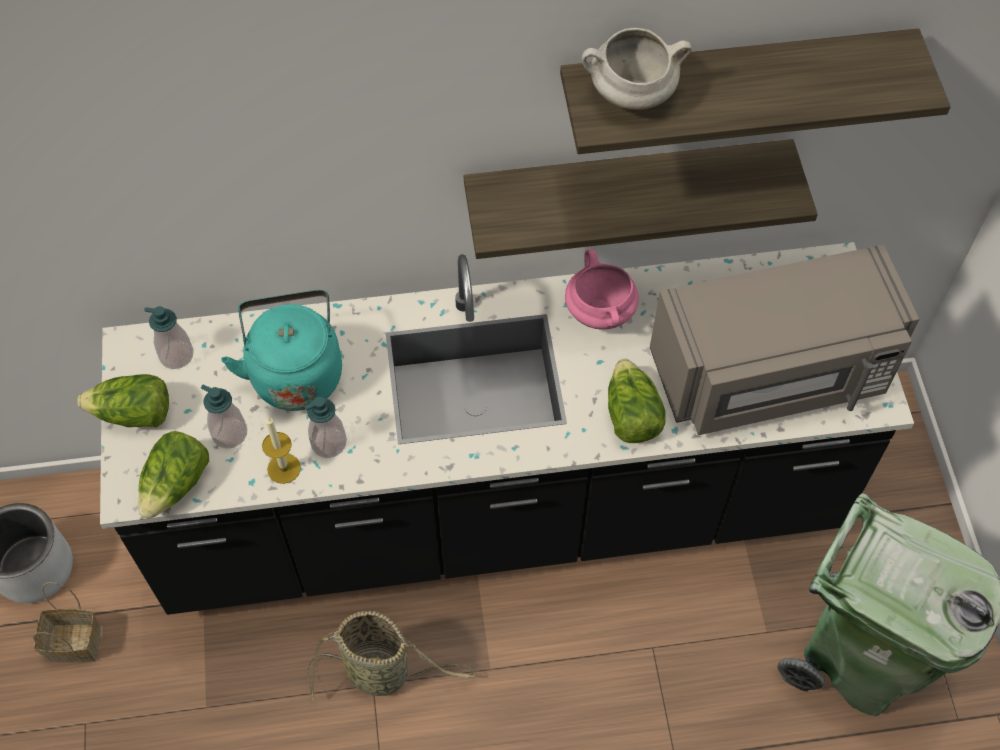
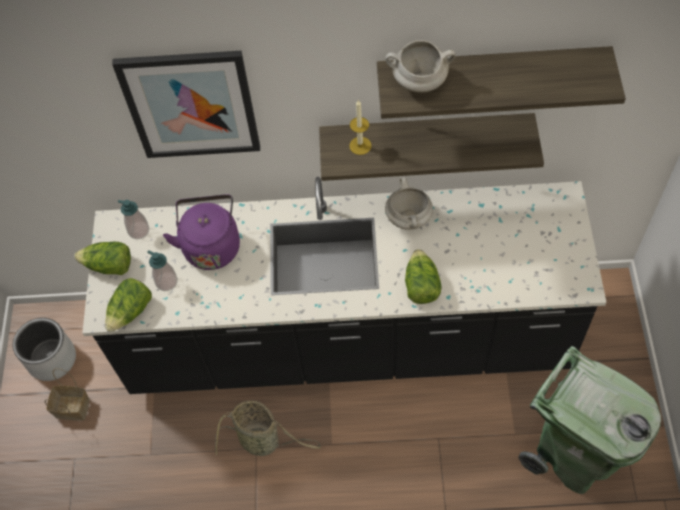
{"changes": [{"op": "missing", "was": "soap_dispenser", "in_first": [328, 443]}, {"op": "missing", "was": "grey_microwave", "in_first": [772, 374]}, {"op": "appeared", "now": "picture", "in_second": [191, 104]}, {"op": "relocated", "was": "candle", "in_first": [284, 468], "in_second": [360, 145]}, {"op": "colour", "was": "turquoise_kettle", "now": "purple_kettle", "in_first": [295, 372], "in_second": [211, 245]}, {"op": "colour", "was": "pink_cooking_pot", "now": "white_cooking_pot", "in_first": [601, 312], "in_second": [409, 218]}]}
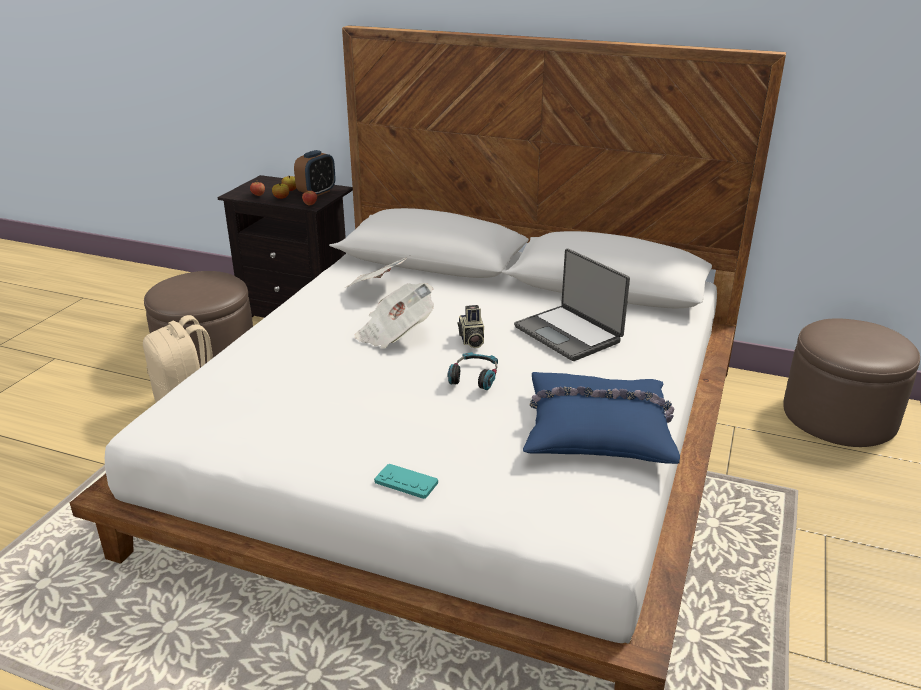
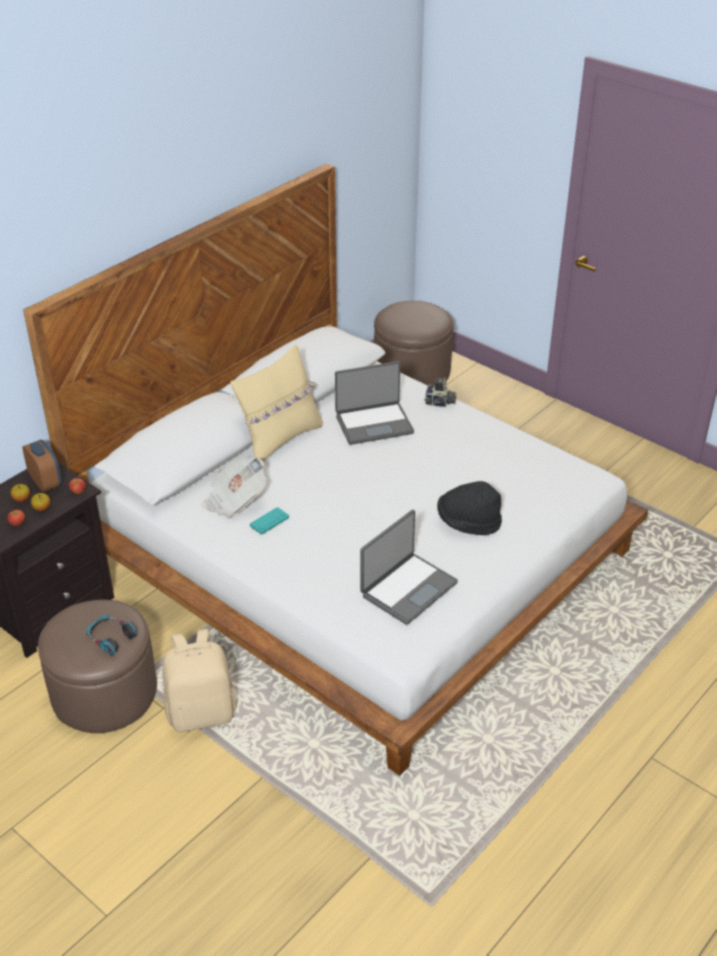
{"changes": [{"op": "missing", "was": "newspaper", "in_first": [395, 334]}, {"op": "missing", "was": "blue_pillow", "in_first": [598, 430]}, {"op": "appeared", "now": "beige_pillow", "in_second": [280, 439]}, {"op": "appeared", "now": "laptop", "in_second": [407, 588]}, {"op": "appeared", "now": "black_hat", "in_second": [468, 522]}, {"op": "relocated", "was": "turquoise_game_controller", "in_first": [406, 482], "in_second": [269, 521]}, {"op": "relocated", "was": "headphones", "in_first": [474, 377], "in_second": [111, 638]}, {"op": "relocated", "was": "photo_camera", "in_first": [471, 340], "in_second": [440, 403]}]}
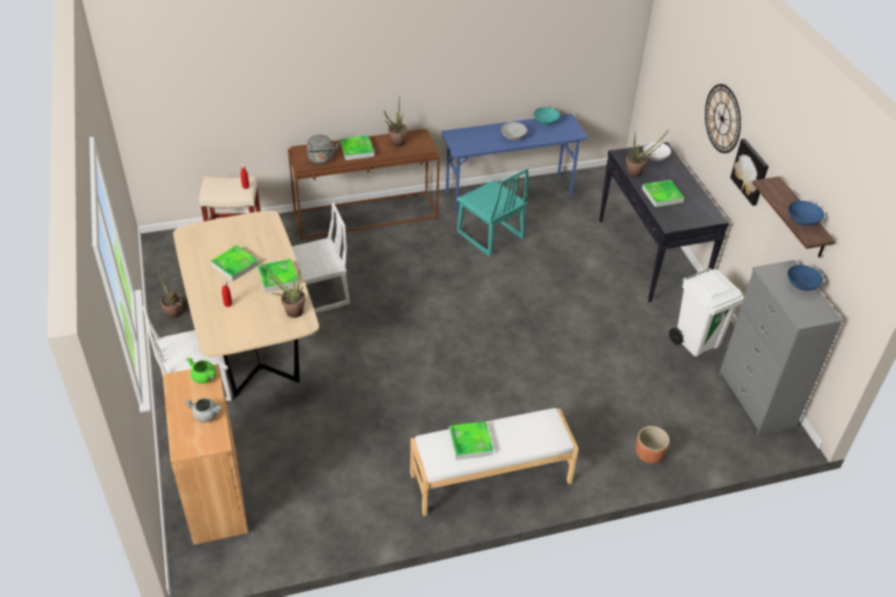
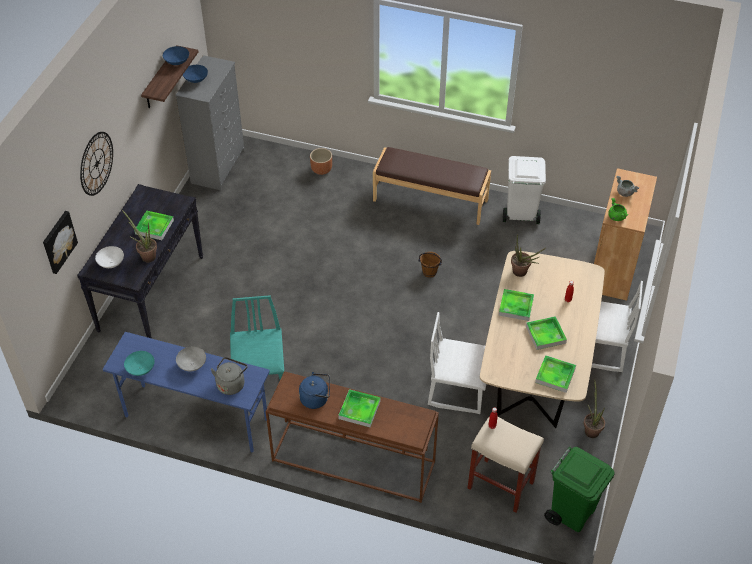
{"changes": [{"op": "appeared", "now": "brown_bucket", "in_second": [429, 272]}, {"op": "appeared", "now": "green_trash_can", "in_second": [572, 512]}, {"op": "relocated", "was": "grey_kettle", "in_first": [321, 159], "in_second": [231, 384]}, {"op": "relocated", "was": "tray", "in_first": [470, 442], "in_second": [555, 375]}, {"op": "relocated", "was": "white_trash_can", "in_first": [697, 342], "in_second": [520, 214]}, {"op": "relocated", "was": "picture", "in_first": [751, 171], "in_second": [58, 241]}, {"op": "exchanged", "was": "potted_plant", "now": "blue_kettle", "in_first": [396, 144], "in_second": [316, 399]}, {"op": "colour", "was": "white_bench", "now": "brown_bench", "in_first": [491, 479], "in_second": [430, 200]}]}
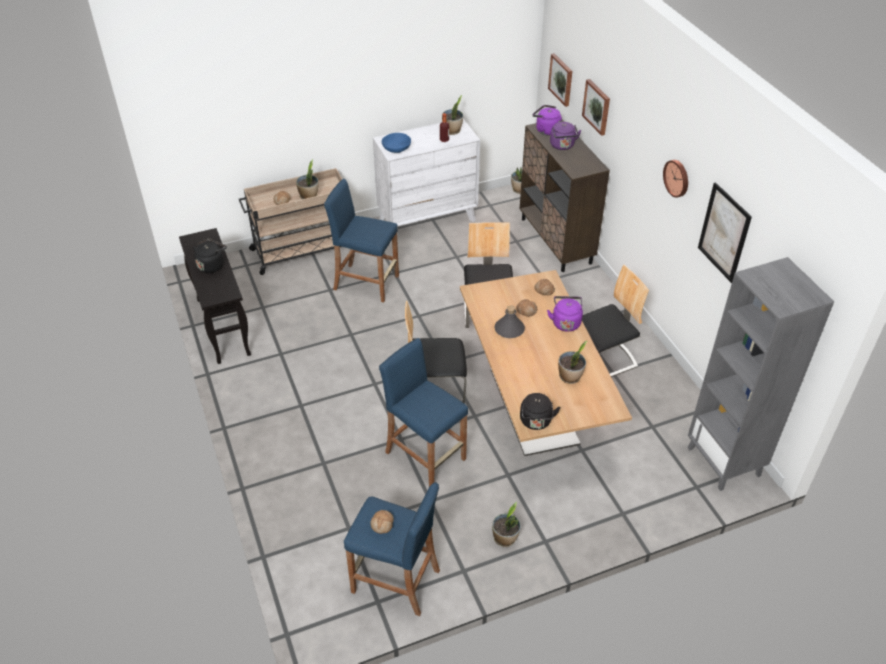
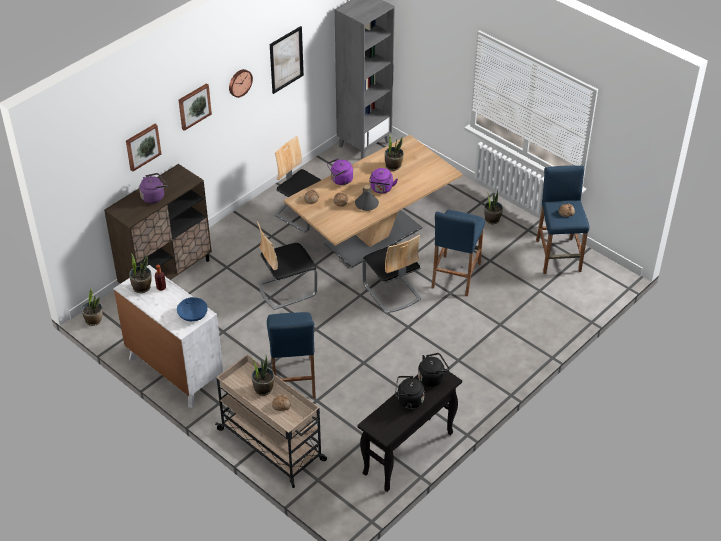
{"changes": [{"op": "relocated", "was": "black_kettle", "in_first": [536, 422], "in_second": [432, 378]}, {"op": "relocated", "was": "purple_kettle", "in_first": [546, 130], "in_second": [381, 189]}, {"op": "relocated", "was": "picture", "in_first": [561, 79], "in_second": [194, 106]}]}
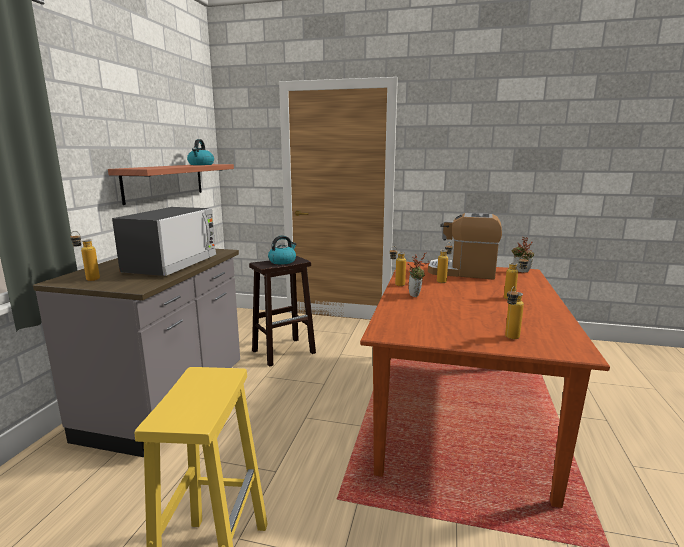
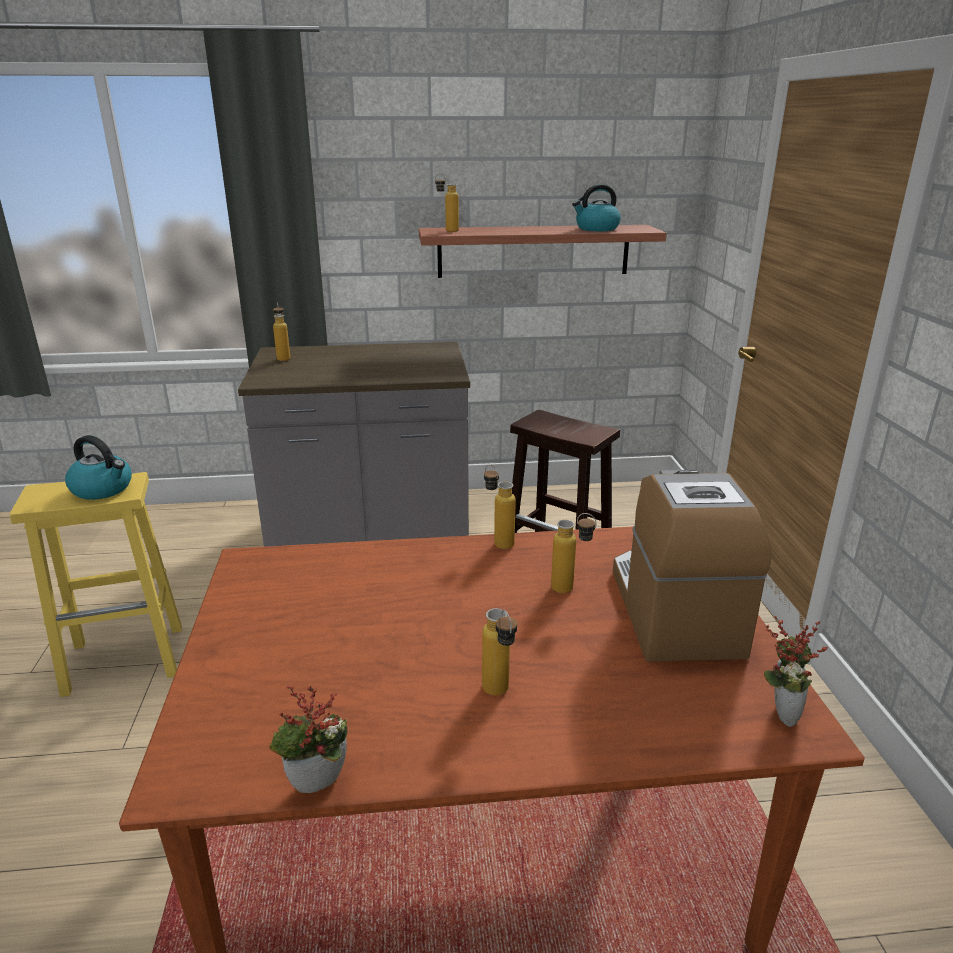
{"changes": [{"op": "missing", "was": "microwave", "in_first": [172, 264]}, {"op": "relocated", "was": "kettle", "in_first": [282, 261], "in_second": [103, 489]}, {"op": "relocated", "was": "potted_plant", "in_first": [416, 295], "in_second": [317, 789]}, {"op": "relocated", "was": "bottle", "in_first": [510, 339], "in_second": [447, 231]}]}
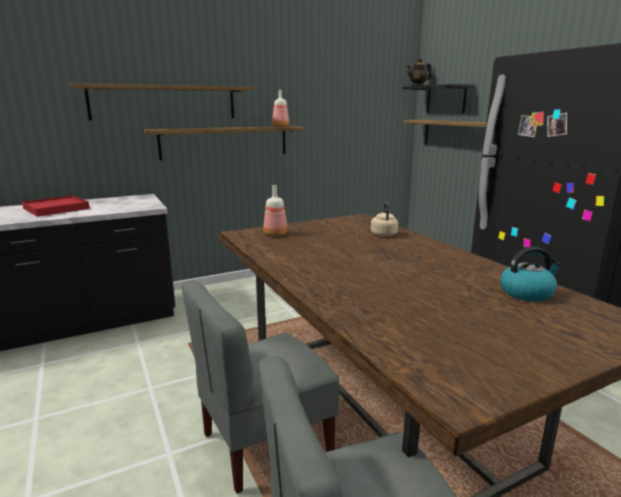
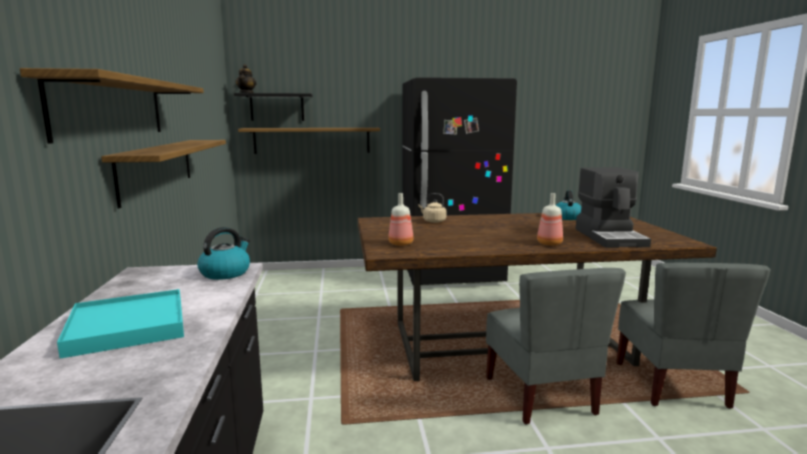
{"changes": [{"op": "appeared", "now": "kettle", "in_second": [225, 273]}, {"op": "appeared", "now": "coffee_machine", "in_second": [610, 237]}, {"op": "relocated", "was": "bottle", "in_first": [280, 126], "in_second": [549, 244]}, {"op": "colour", "was": "red_tray", "now": "turquoise_tray", "in_first": [56, 208], "in_second": [128, 326]}]}
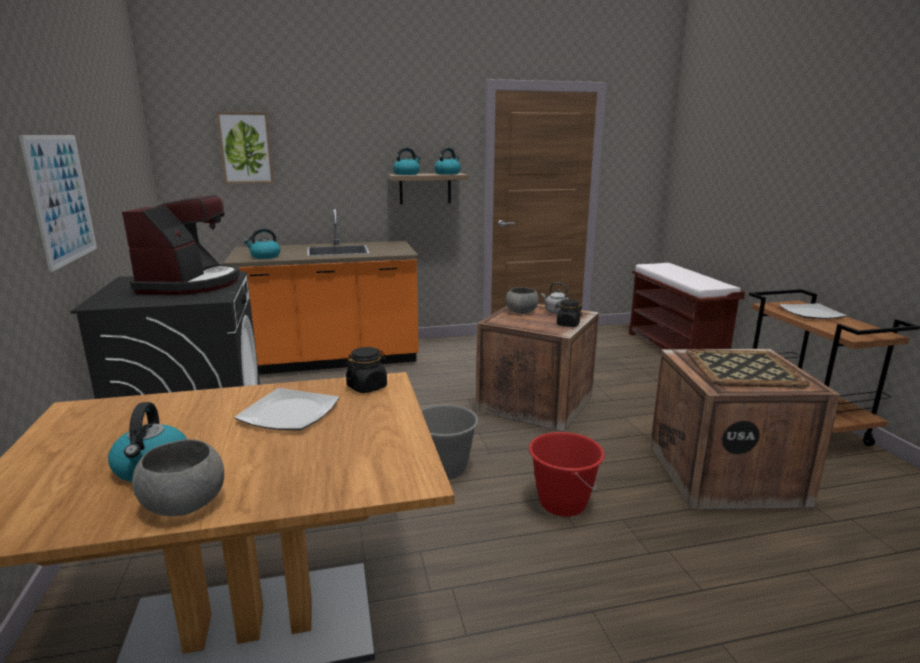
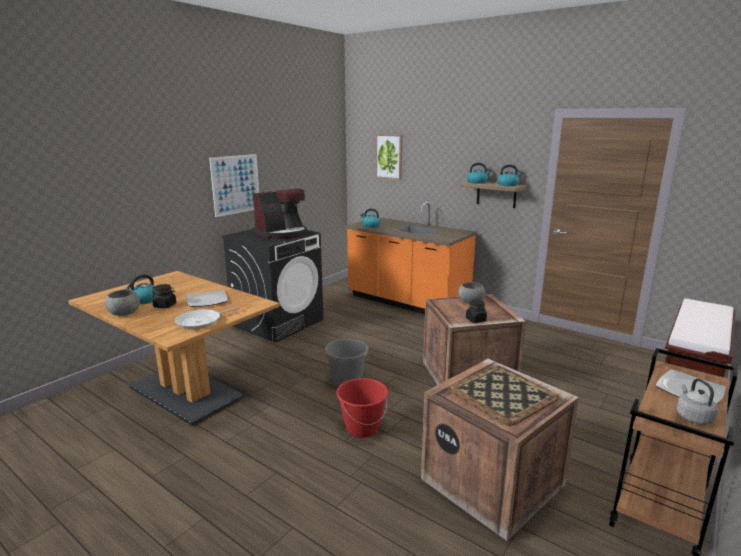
{"changes": [{"op": "appeared", "now": "frying_pan", "in_second": [201, 322]}, {"op": "relocated", "was": "black_jar", "in_first": [367, 387], "in_second": [165, 305]}, {"op": "relocated", "was": "grey_kettle", "in_first": [555, 312], "in_second": [692, 416]}]}
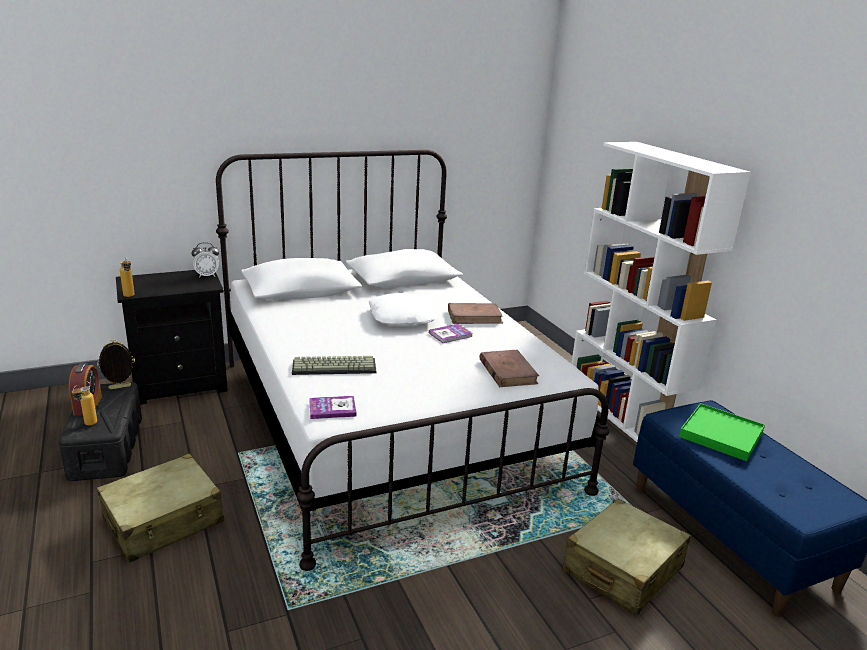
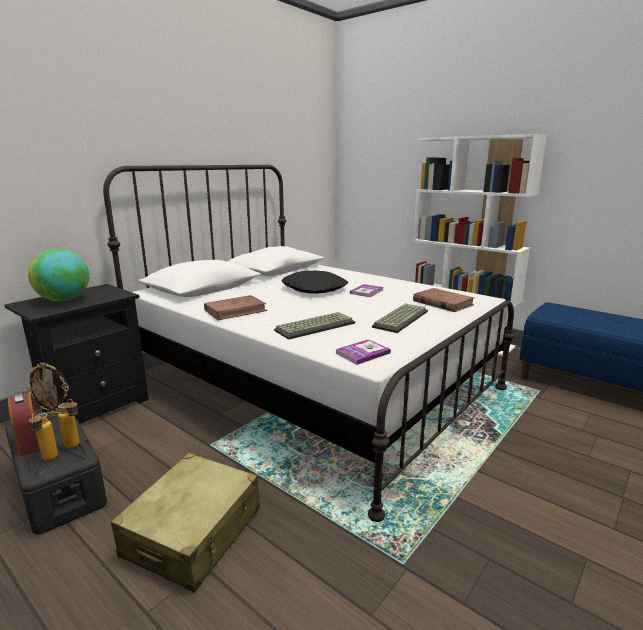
{"changes": [{"op": "missing", "was": "alarm_clock", "in_first": [207, 275]}, {"op": "missing", "was": "beige_suitcase", "in_first": [622, 569]}, {"op": "missing", "was": "green_tray", "in_first": [721, 434]}, {"op": "appeared", "now": "globe", "in_second": [64, 300]}, {"op": "appeared", "now": "keyboard", "in_second": [400, 318]}, {"op": "relocated", "was": "bottle", "in_first": [130, 296], "in_second": [75, 446]}, {"op": "relocated", "was": "brown_book", "in_first": [474, 316], "in_second": [235, 310]}, {"op": "colour", "was": "white_pillow", "now": "black_pillow", "in_first": [402, 317], "in_second": [314, 289]}, {"op": "spun", "was": "picture_frame", "in_first": [119, 388], "in_second": [54, 416], "clockwise": -135}]}
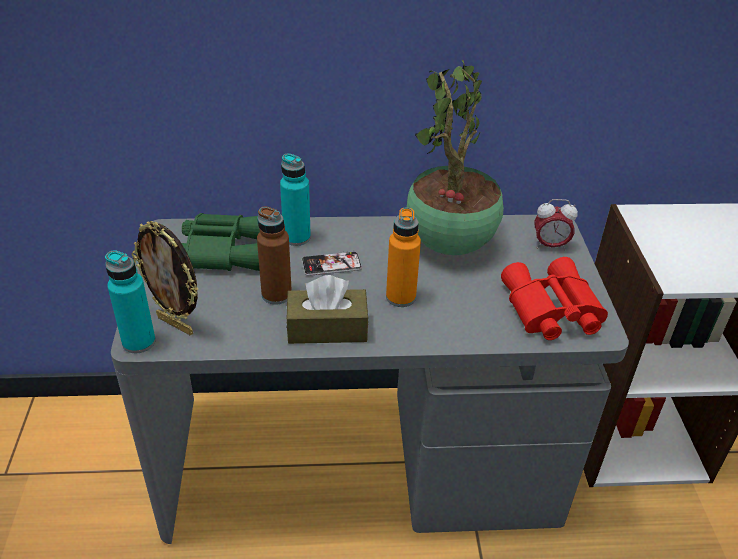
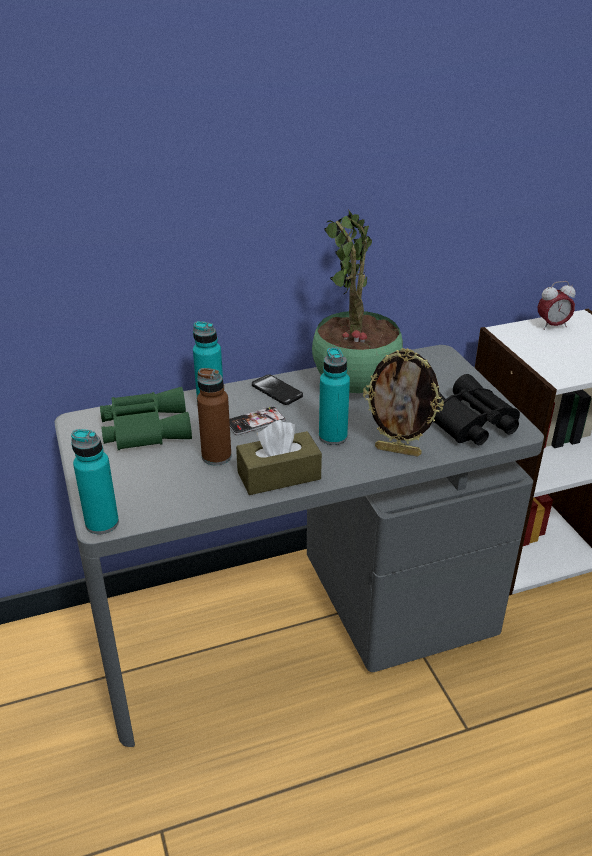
{"changes": [{"op": "appeared", "now": "phone", "in_second": [277, 391]}, {"op": "relocated", "was": "picture_frame", "in_first": [176, 324], "in_second": [398, 451]}, {"op": "relocated", "was": "alarm_clock", "in_first": [550, 246], "in_second": [552, 326]}, {"op": "colour", "was": "orange_bottle", "now": "turquoise_bottle", "in_first": [400, 297], "in_second": [333, 437]}, {"op": "colour", "was": "red_binoculars", "now": "black_binoculars", "in_first": [550, 310], "in_second": [467, 422]}]}
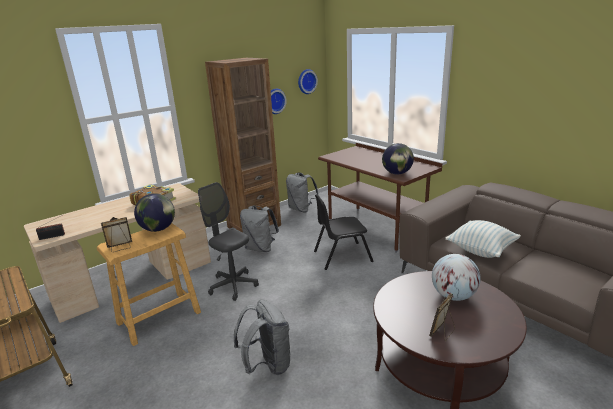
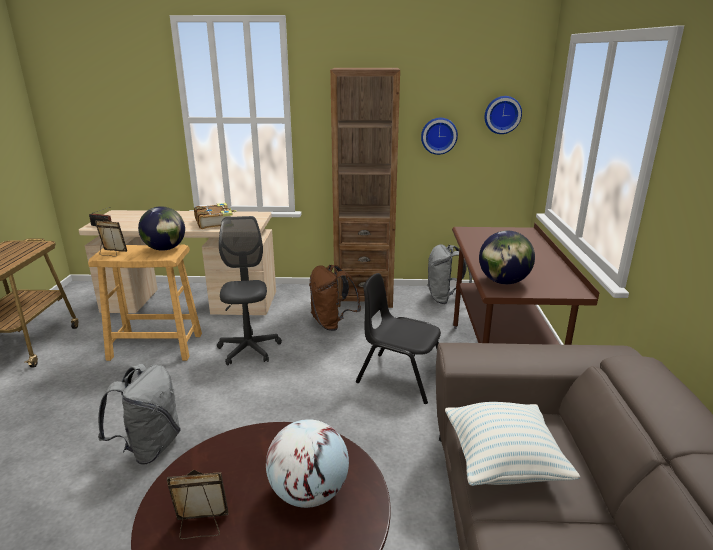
{"changes": [{"op": "colour", "was": "grey_backpack", "now": "brown_backpack", "in_first": [260, 248], "in_second": [332, 323]}]}
